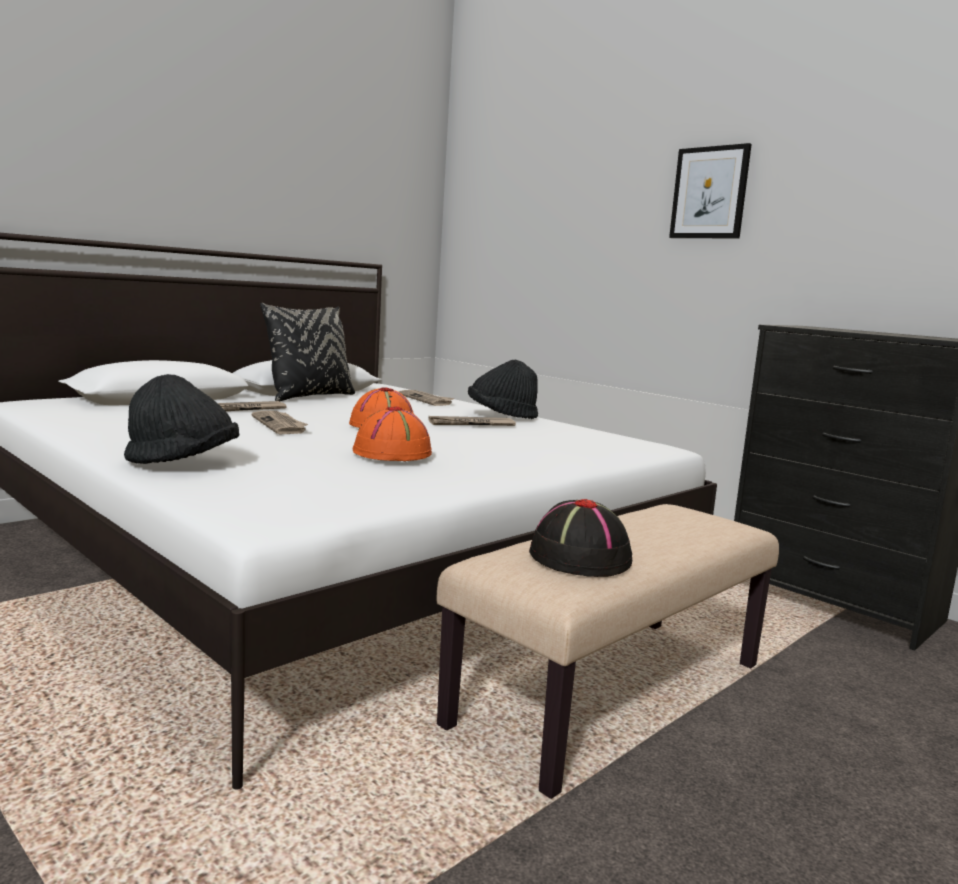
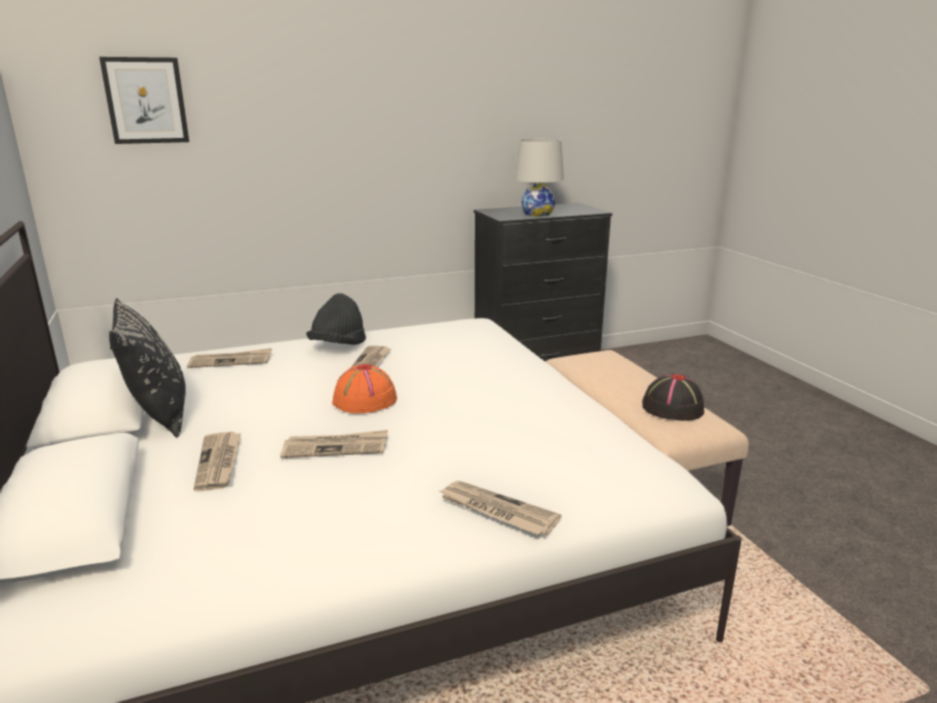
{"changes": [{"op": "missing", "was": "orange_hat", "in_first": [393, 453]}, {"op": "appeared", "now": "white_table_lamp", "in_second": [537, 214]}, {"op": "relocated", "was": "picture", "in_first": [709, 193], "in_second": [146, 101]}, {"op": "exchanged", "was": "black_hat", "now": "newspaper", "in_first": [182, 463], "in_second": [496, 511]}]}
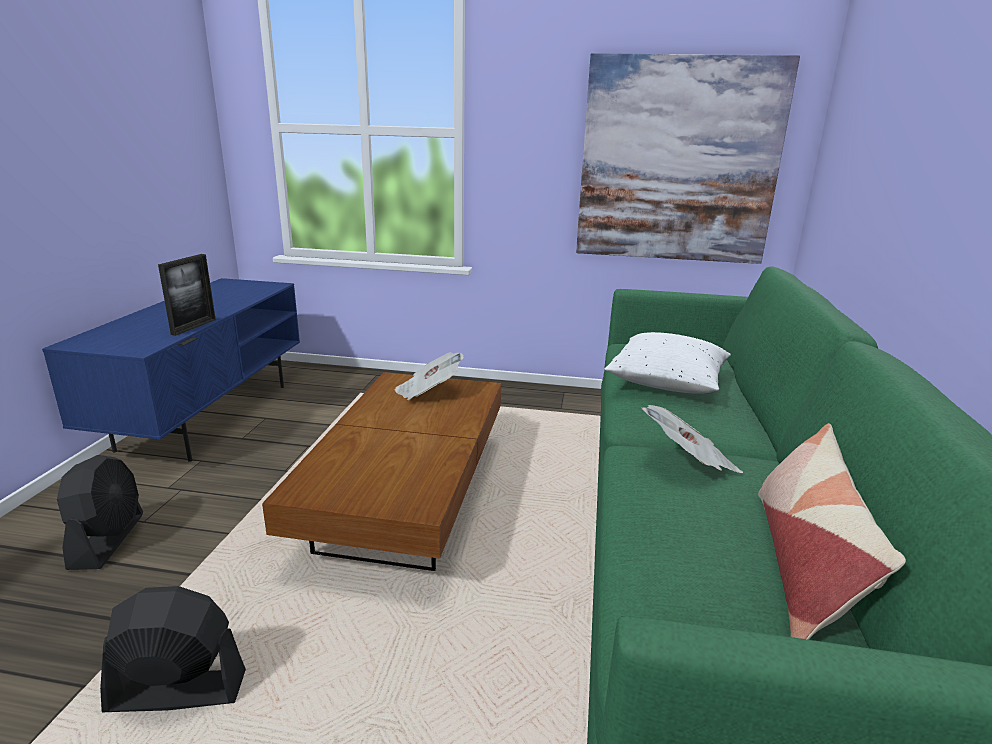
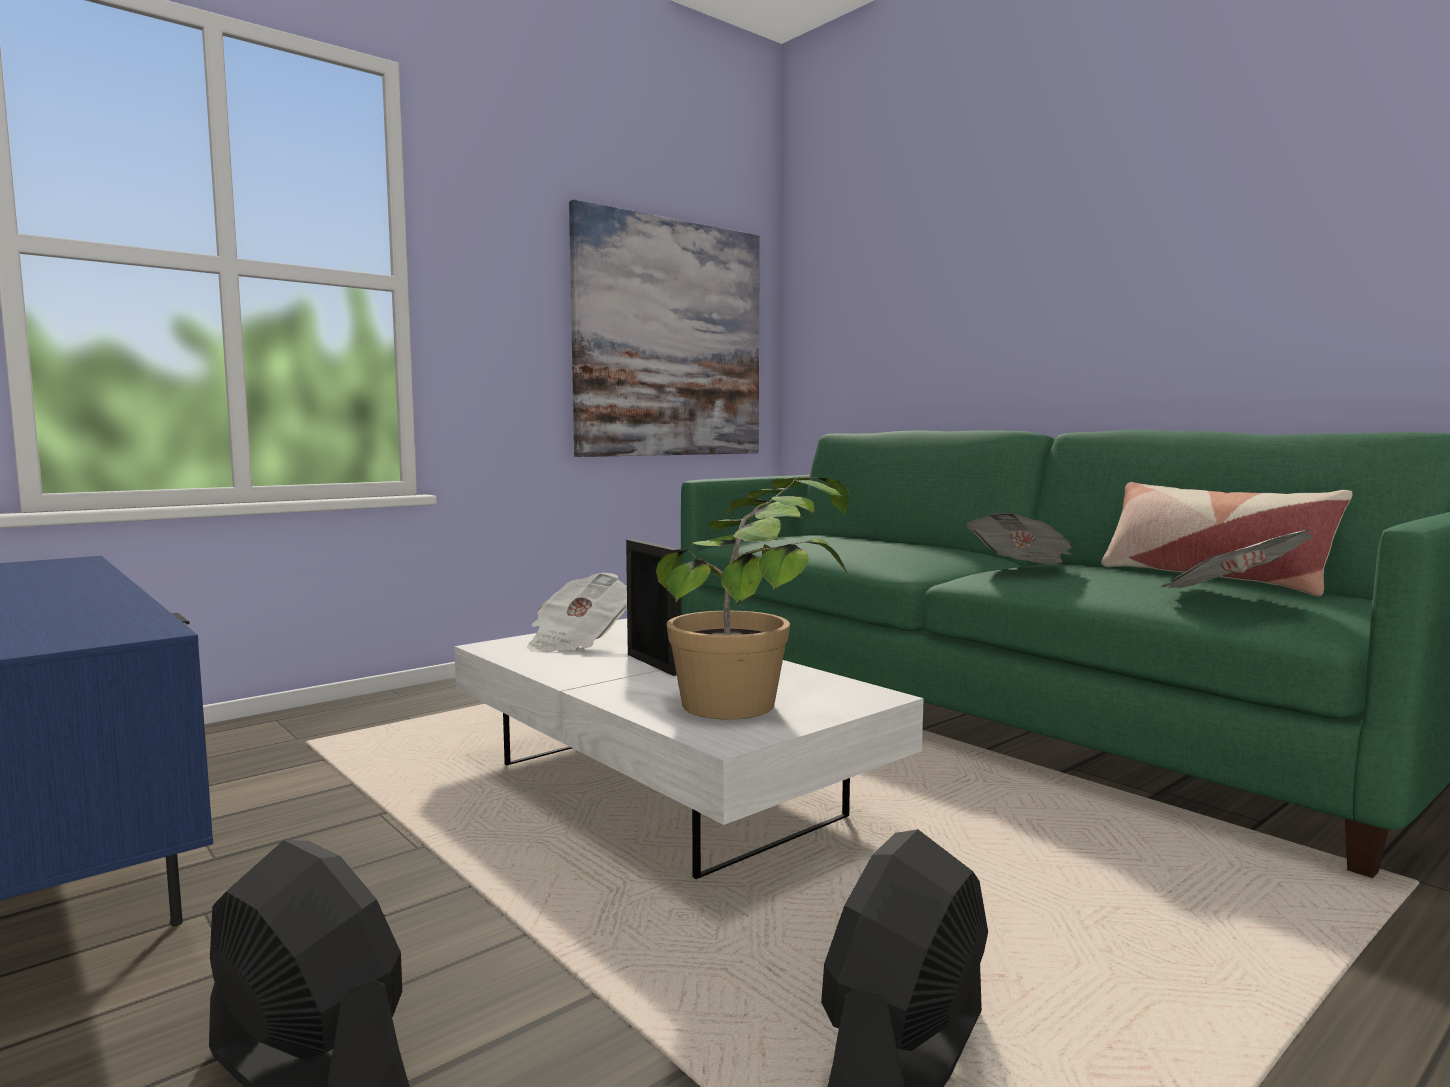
{"changes": [{"op": "missing", "was": "white_pillow", "in_first": [666, 383]}, {"op": "appeared", "now": "potted_plant", "in_second": [762, 694]}, {"op": "appeared", "now": "newspaper", "in_second": [1231, 597]}, {"op": "relocated", "was": "picture_frame", "in_first": [194, 327], "in_second": [653, 664]}, {"op": "colour", "was": "brown_coffee_table", "now": "white_coffee_table", "in_first": [408, 499], "in_second": [666, 790]}]}
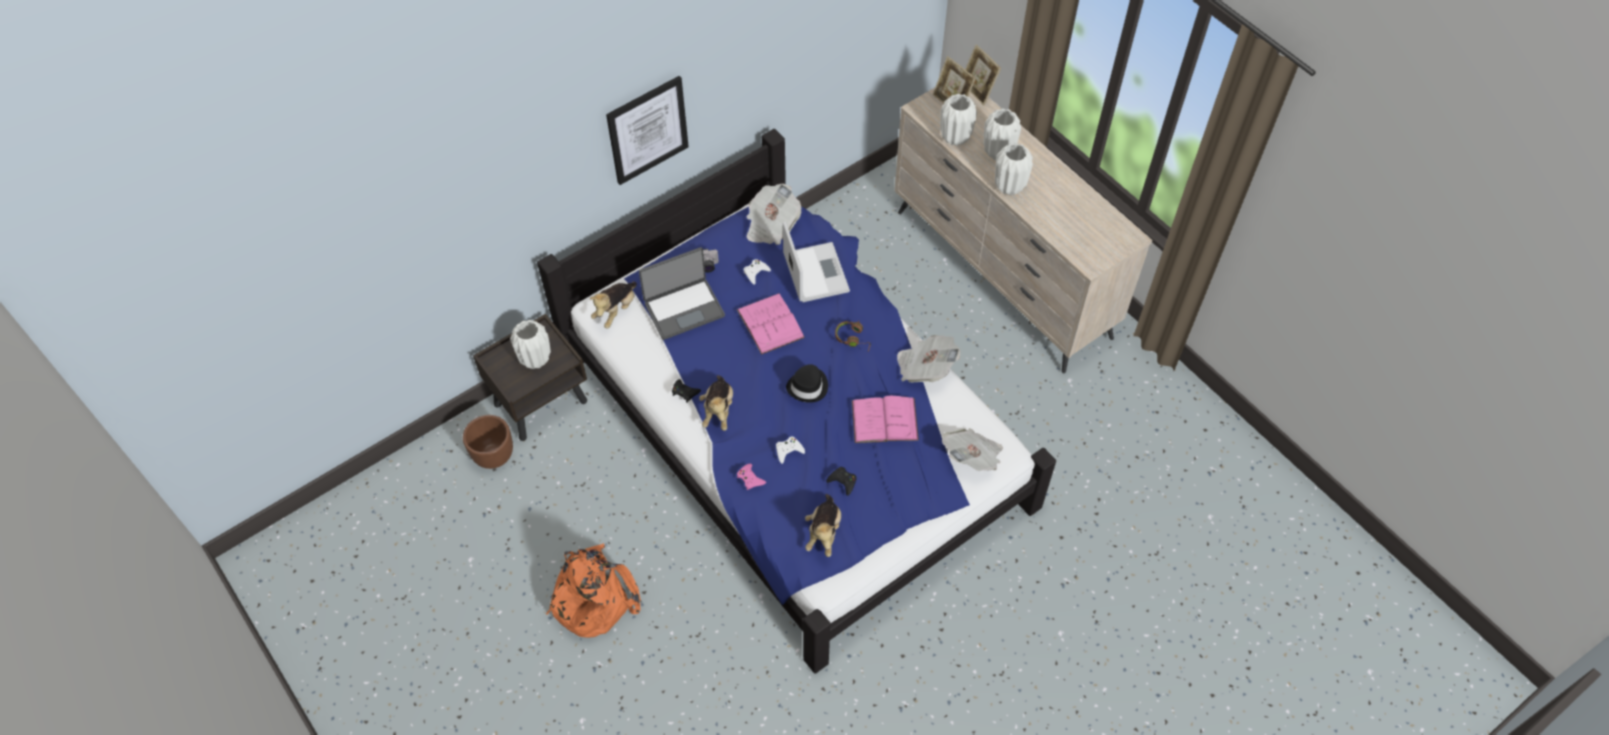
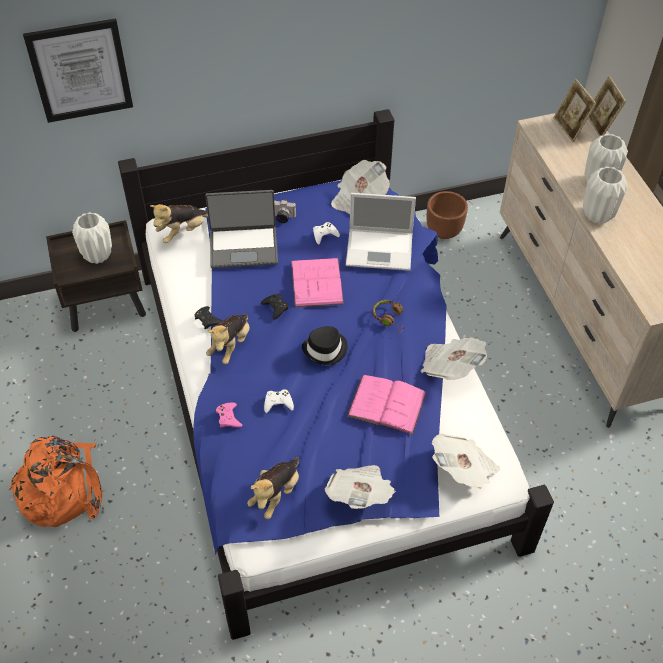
{"changes": [{"op": "missing", "was": "white_vase", "in_first": [955, 138]}, {"op": "appeared", "now": "newspaper", "in_second": [360, 494]}, {"op": "relocated", "was": "brown_planter", "in_first": [494, 455], "in_second": [444, 231]}, {"op": "relocated", "was": "picture", "in_first": [647, 130], "in_second": [80, 70]}, {"op": "relocated", "was": "black_game_controller", "in_first": [843, 481], "in_second": [275, 308]}, {"op": "spun", "was": "laptop", "in_first": [815, 271], "in_second": [381, 249], "clockwise": 90}]}
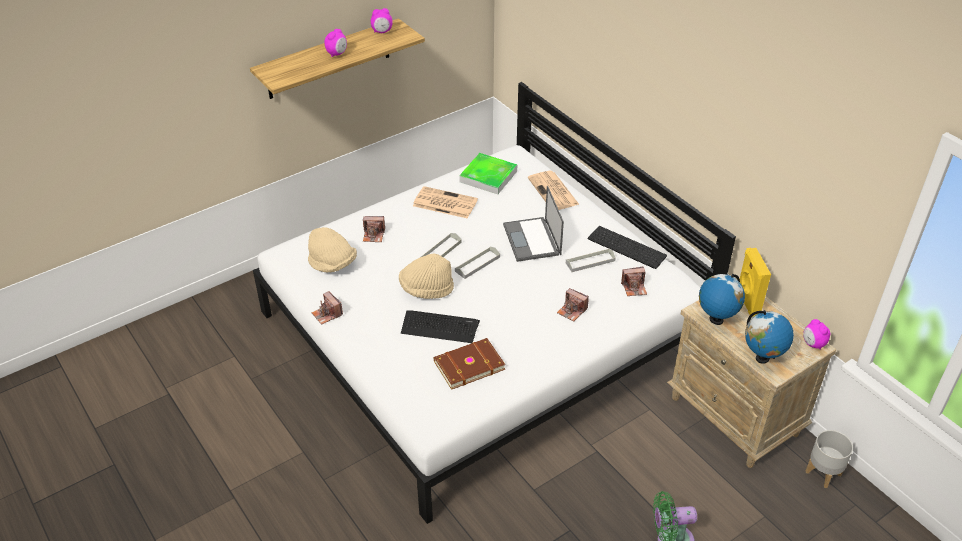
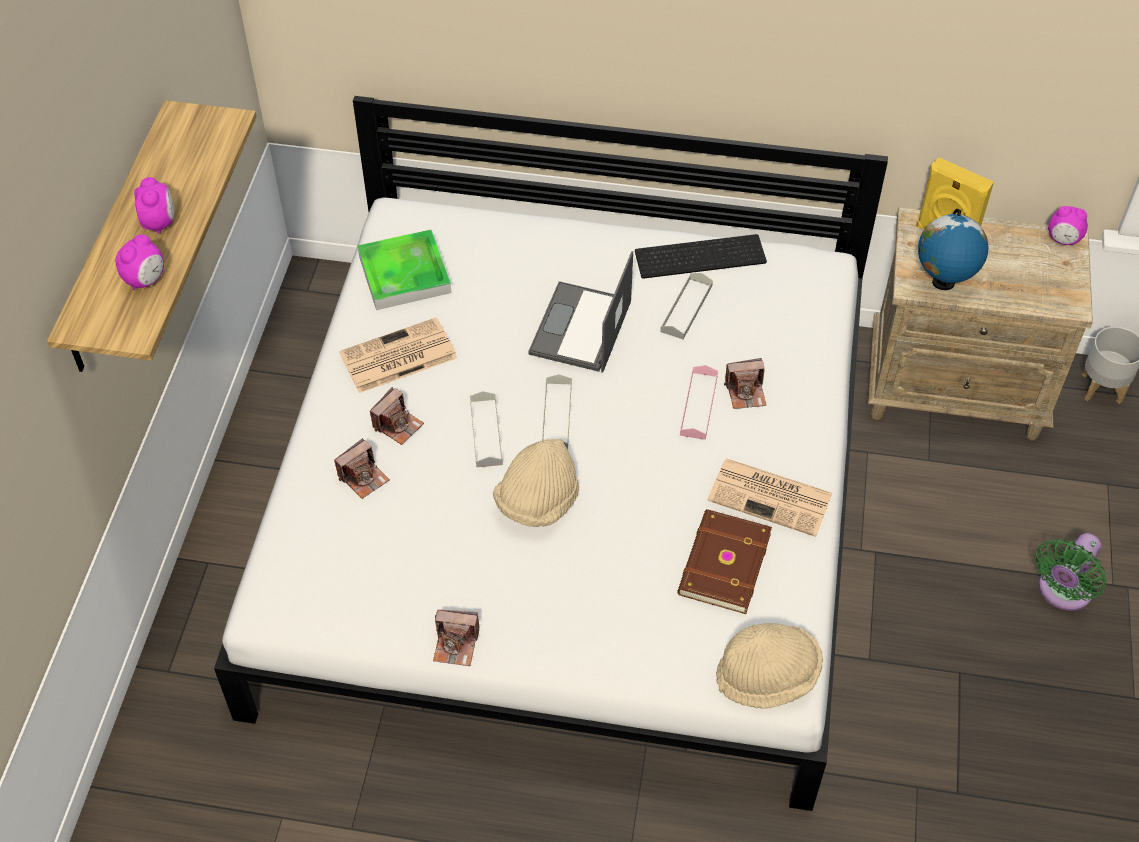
{"changes": [{"op": "missing", "was": "keyboard", "in_first": [439, 327]}, {"op": "missing", "was": "globe", "in_first": [762, 358]}, {"op": "appeared", "now": "pink_tray", "in_second": [698, 405]}, {"op": "relocated", "was": "beige_hat", "in_first": [332, 264], "in_second": [767, 676]}, {"op": "relocated", "was": "alarm_clock", "in_first": [382, 32], "in_second": [146, 280]}, {"op": "relocated", "was": "newspaper", "in_first": [553, 192], "in_second": [772, 497]}, {"op": "relocated", "was": "photo_camera", "in_first": [634, 288], "in_second": [398, 425]}, {"op": "spun", "was": "laptop", "in_first": [532, 240], "in_second": [580, 329], "clockwise": 75}]}
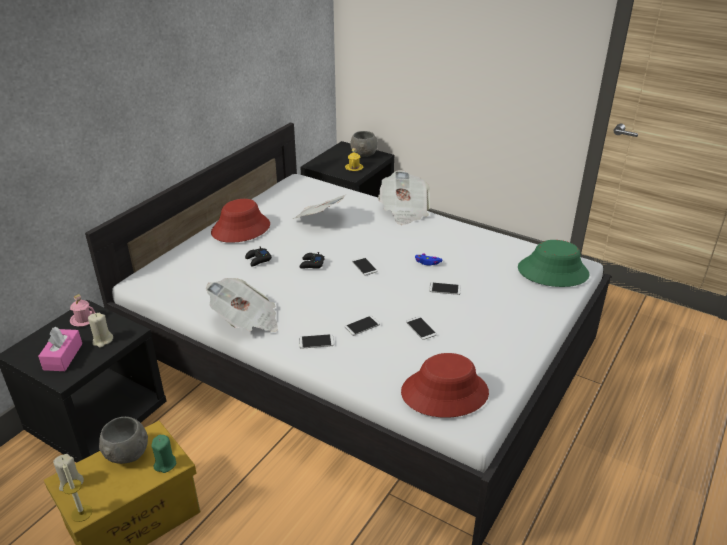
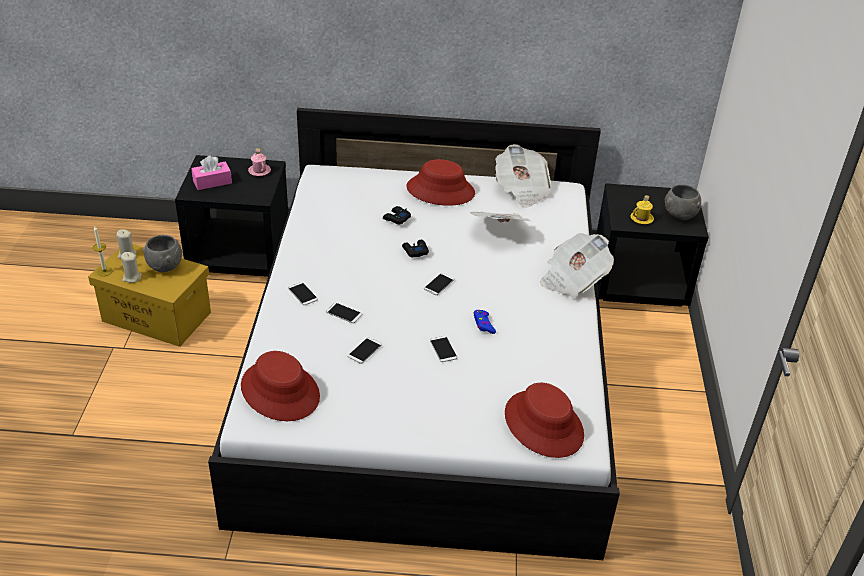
{"changes": [{"op": "missing", "was": "green_candle", "in_first": [165, 464]}, {"op": "relocated", "was": "beige_candle", "in_first": [102, 340], "in_second": [132, 278]}, {"op": "relocated", "was": "newspaper", "in_first": [246, 321], "in_second": [522, 190]}, {"op": "colour", "was": "green_hat", "now": "red_hat", "in_first": [553, 271], "in_second": [544, 424]}]}
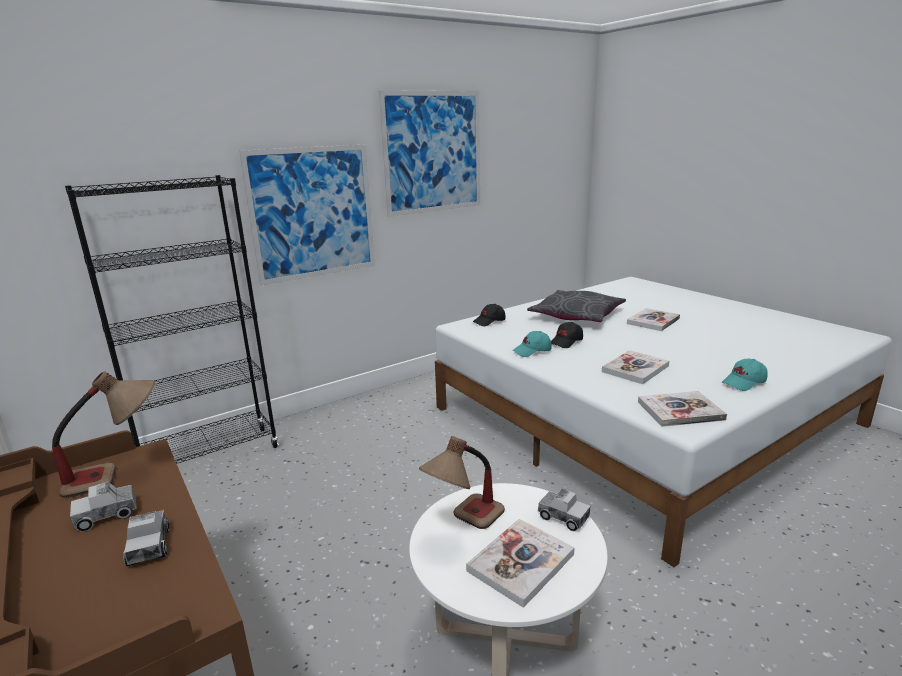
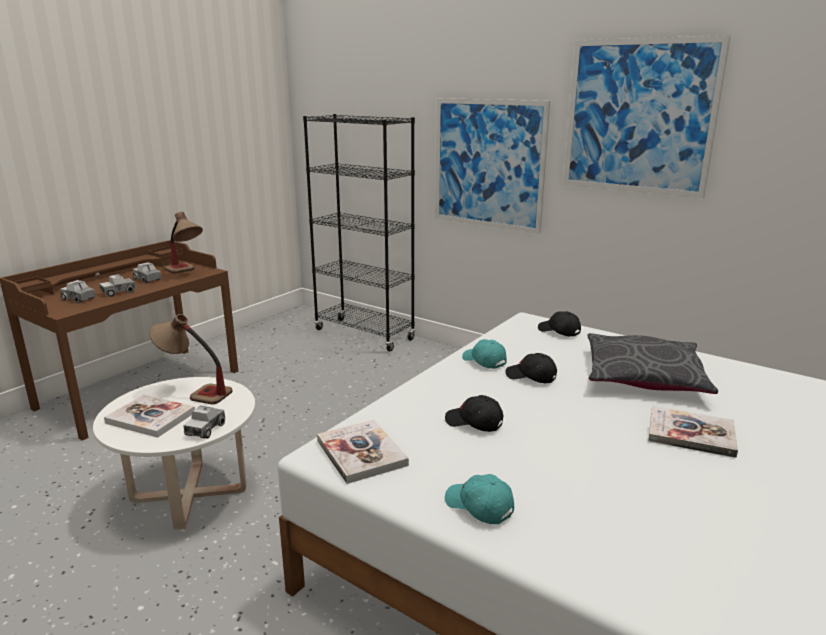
{"changes": [{"op": "appeared", "now": "toy_truck", "in_second": [79, 299]}, {"op": "exchanged", "was": "book", "now": "black_cap", "in_first": [635, 369], "in_second": [474, 423]}]}
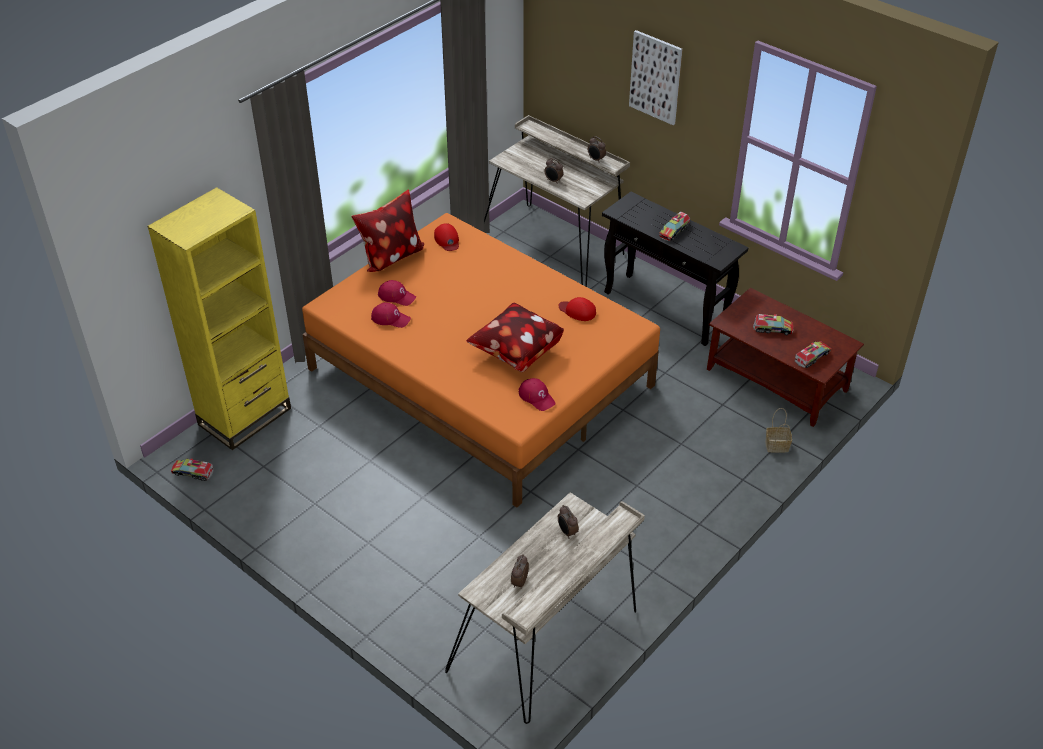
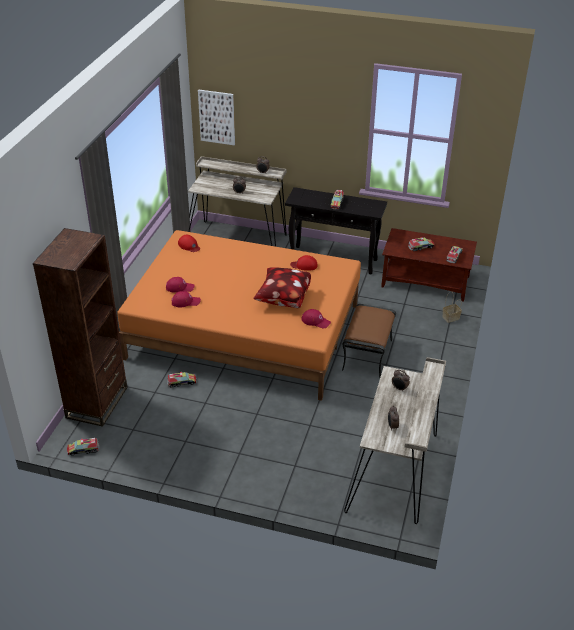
{"changes": [{"op": "missing", "was": "pillow", "in_first": [391, 256]}, {"op": "appeared", "now": "toy_truck", "in_second": [182, 382]}, {"op": "appeared", "now": "brown_ottoman", "in_second": [367, 354]}, {"op": "relocated", "was": "picture", "in_first": [655, 77], "in_second": [217, 117]}, {"op": "colour", "was": "yellow_bookcase", "now": "brown_bookcase", "in_first": [245, 416], "in_second": [97, 402]}]}
